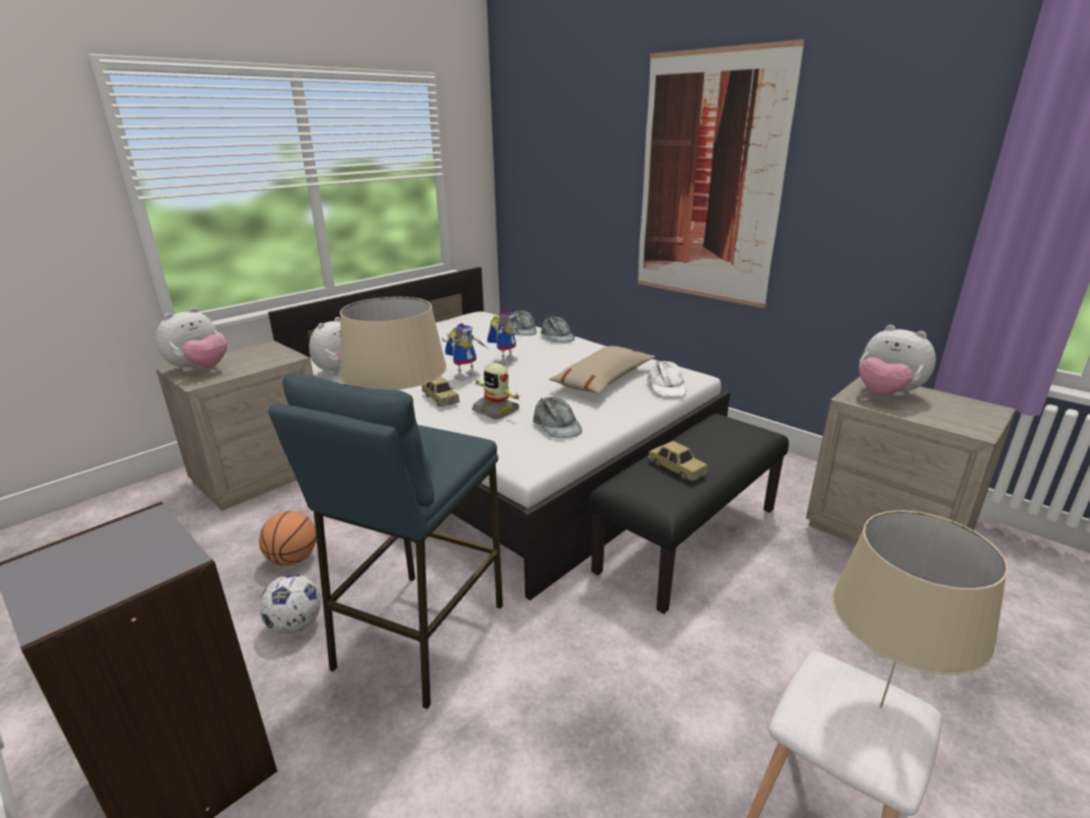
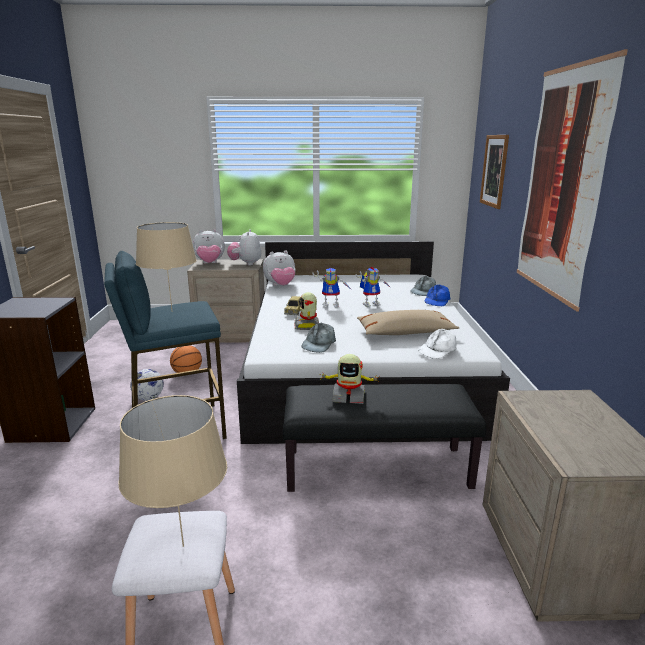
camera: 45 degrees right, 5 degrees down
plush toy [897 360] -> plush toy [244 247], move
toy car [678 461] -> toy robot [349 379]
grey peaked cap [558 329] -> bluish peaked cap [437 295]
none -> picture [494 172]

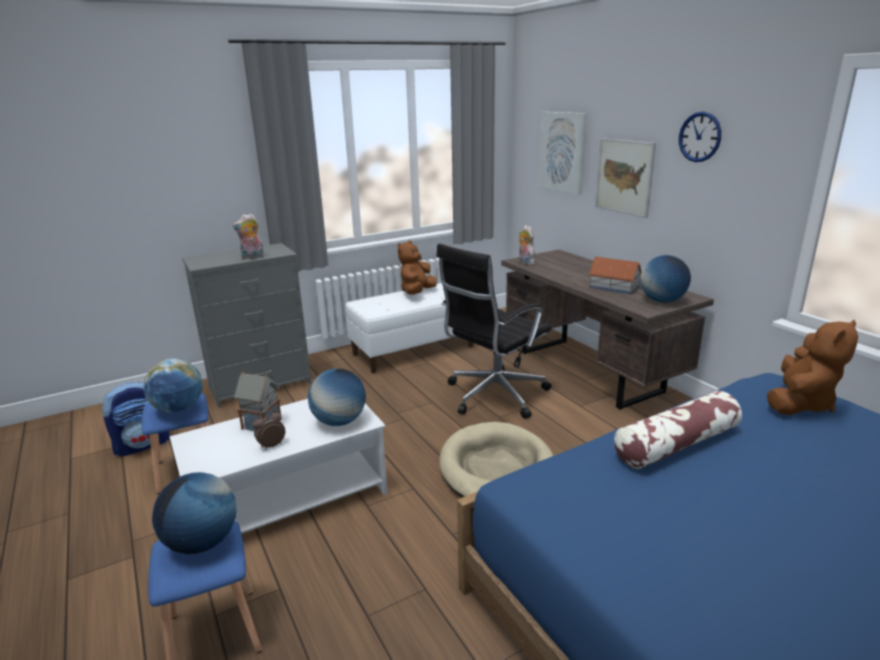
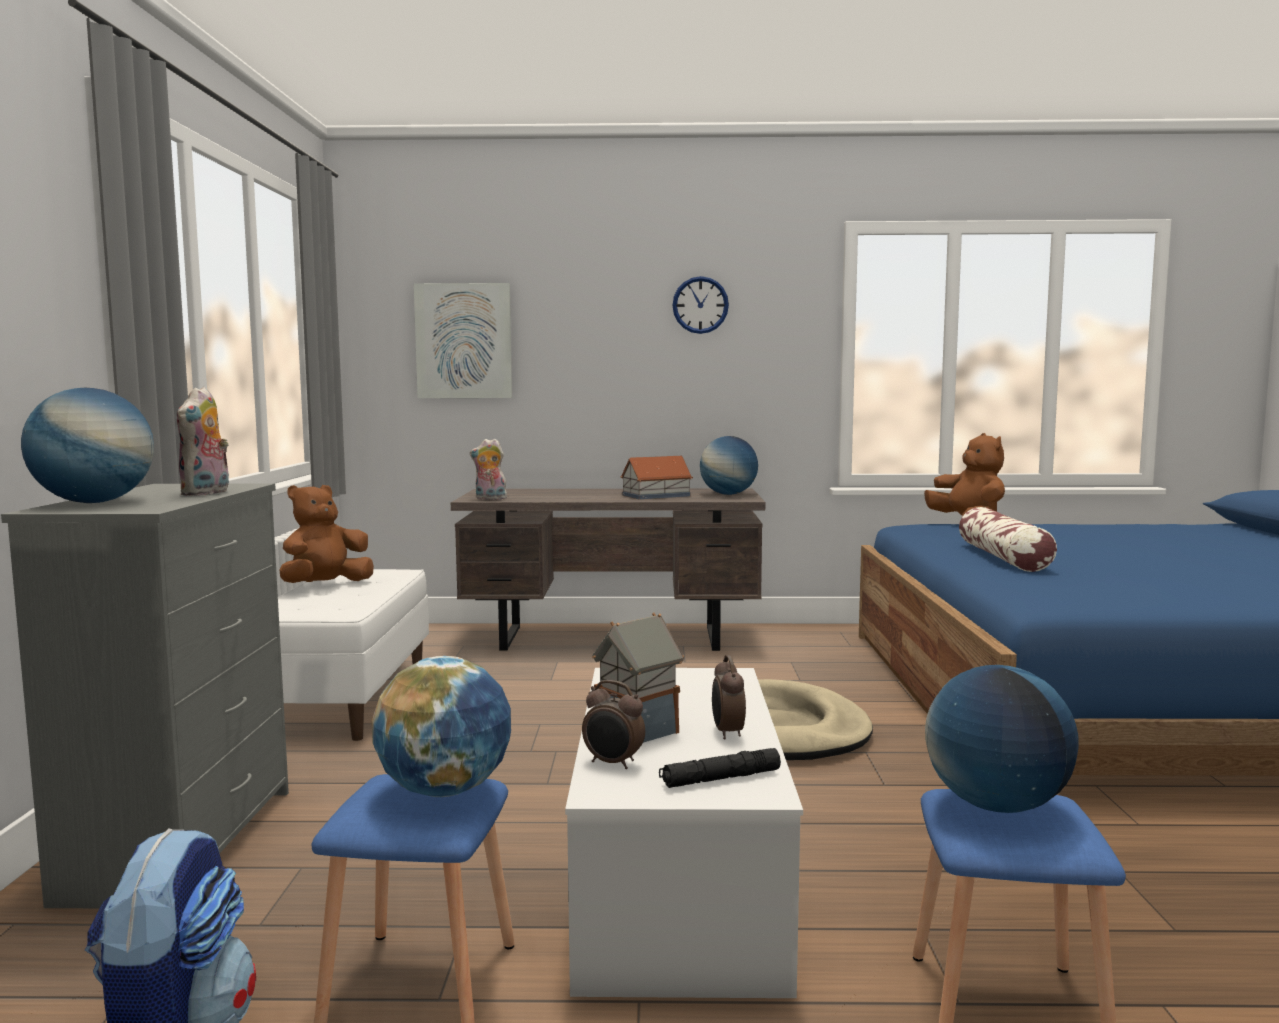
camera: 60 degrees left, 15 degrees down
desk globe [337 397] -> desk globe [87 445], move
brown plush toy [417 268] -> brown plush toy [326 534], 75 degrees clockwise
none -> alarm clock [613 724]
none -> black-coloured torch [720 768]
black-coloured office chair [493 331] -> none
picture [625 178] -> none

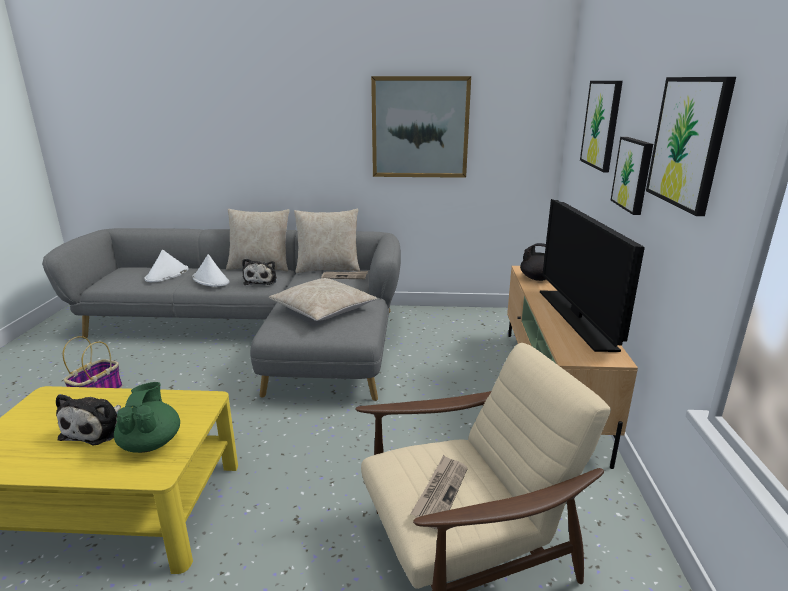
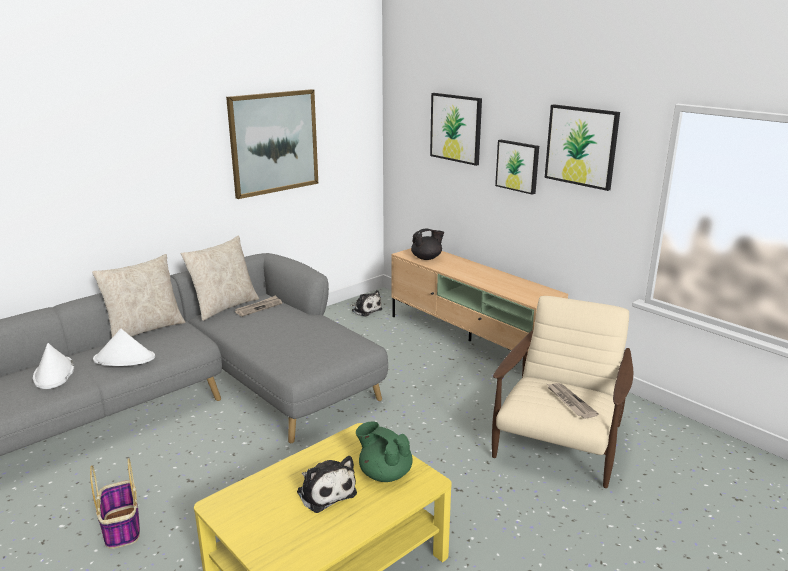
camera: 45 degrees left, 0 degrees up
plush toy [259 271] -> plush toy [366 303], move
beige throw pillow [323 299] -> none
TV [592 275] -> none

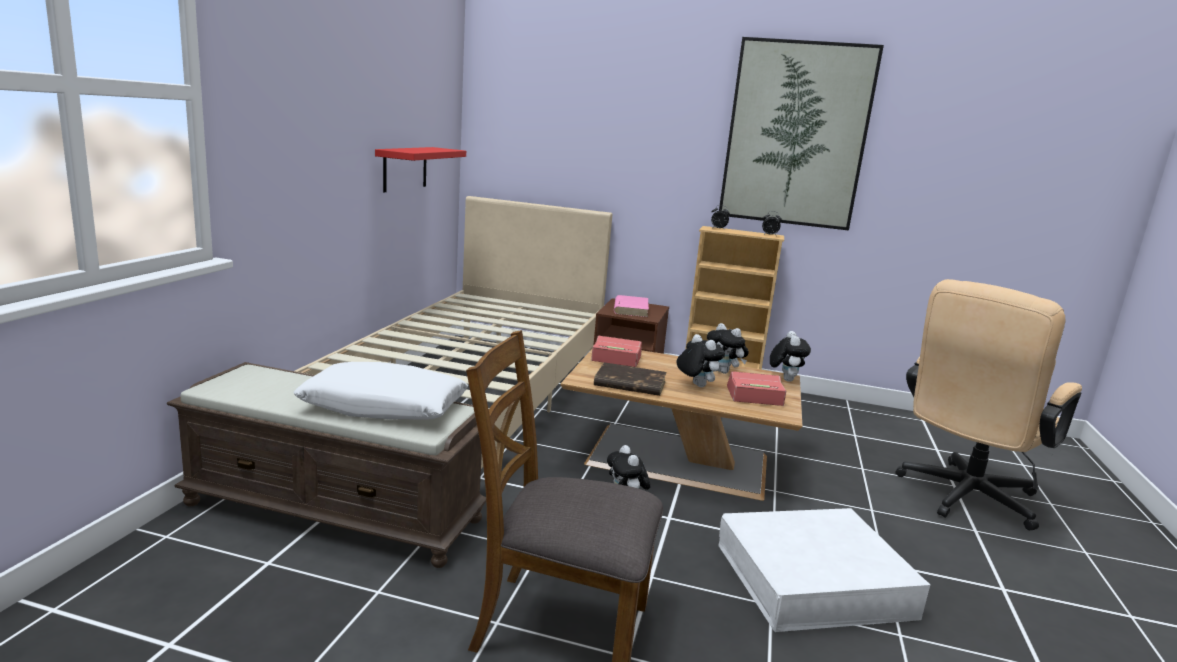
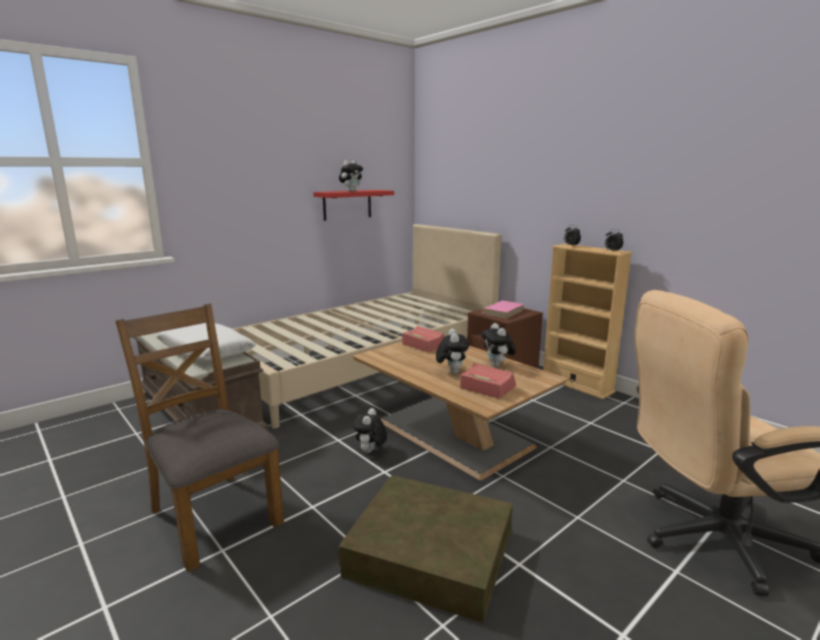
camera: 35 degrees right, 0 degrees up
whitish storage box [824 570] -> brown storage box [425 549]
plush toy [790 356] -> plush toy [351 176], move
brown book [630 379] -> none
picture [801 133] -> none

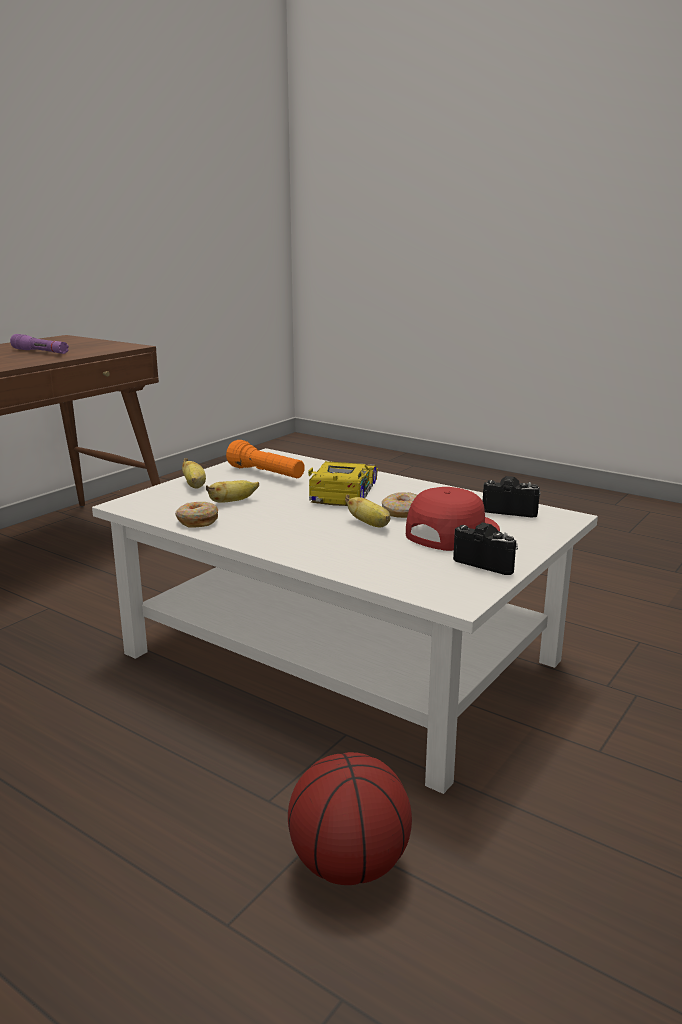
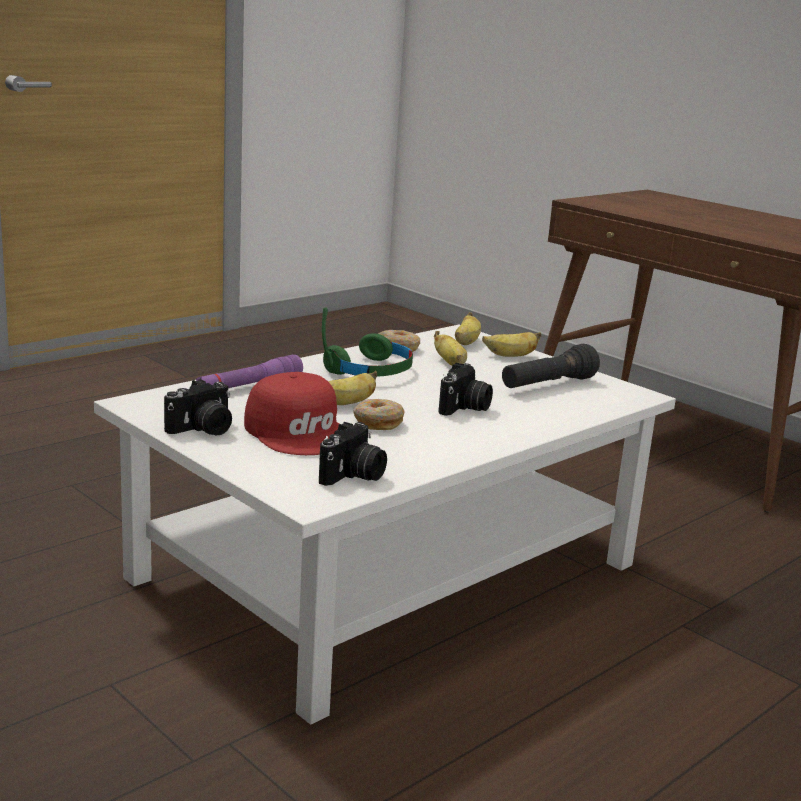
camera: 100 degrees right, 0 degrees up
purple torch [39 344] -> purple torch [249 371], move
none -> green-coloured headset [367 342]
toy car [343 483] -> photo camera [466 389]
none -> banana fruit [468 328]
orange-coloured torch [265 459] -> black-coloured torch [551 366]
basketball ball [350 818] -> none

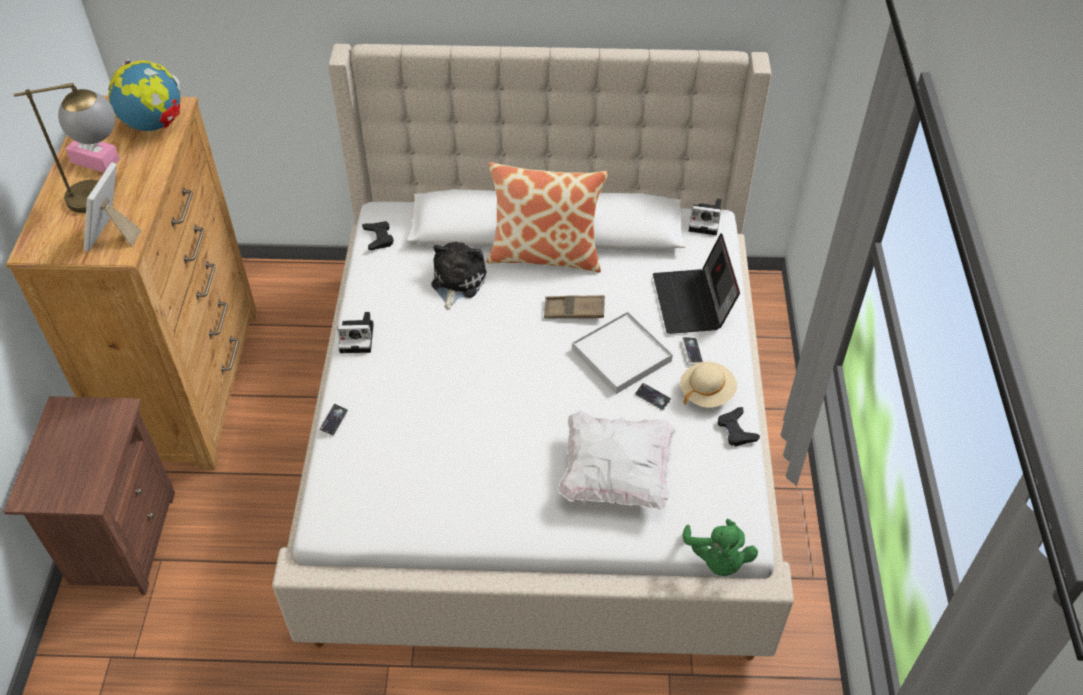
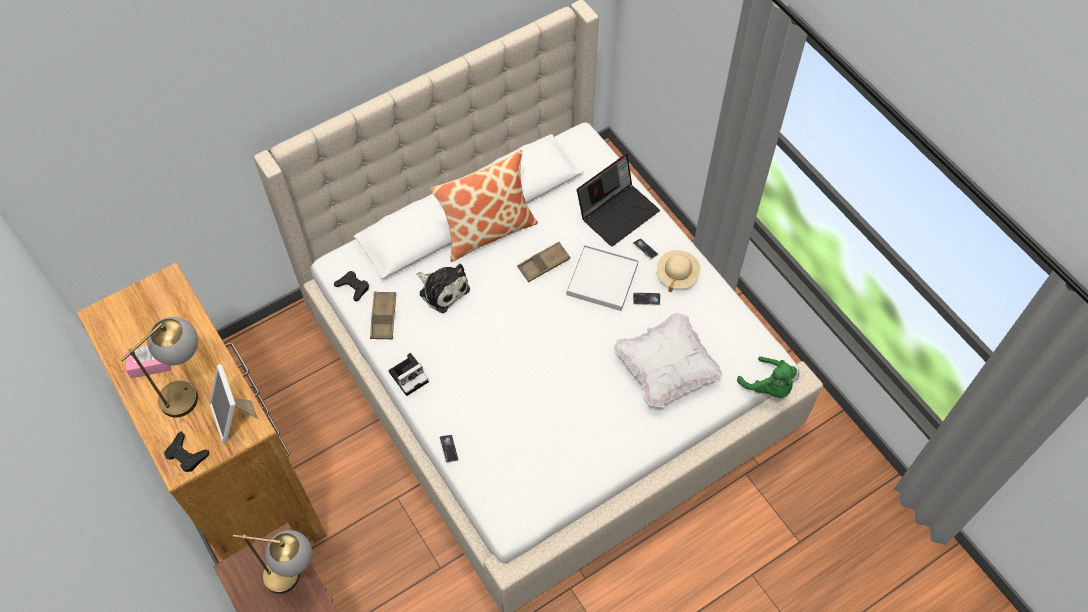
camera: 35 degrees left, 10 degrees up
black-coloured game controller [739 427] -> black-coloured game controller [186 451], move
none -> table lamp [272 562]
none -> brown serving tray [383 315]
plush toy [459 276] -> plush toy [443 288], 150 degrees clockwise
portable computer [696 283] -> portable computer [618 200], 90 degrees counterclockwise
desk globe [144 95] -> none
photo camera [705 216] -> none

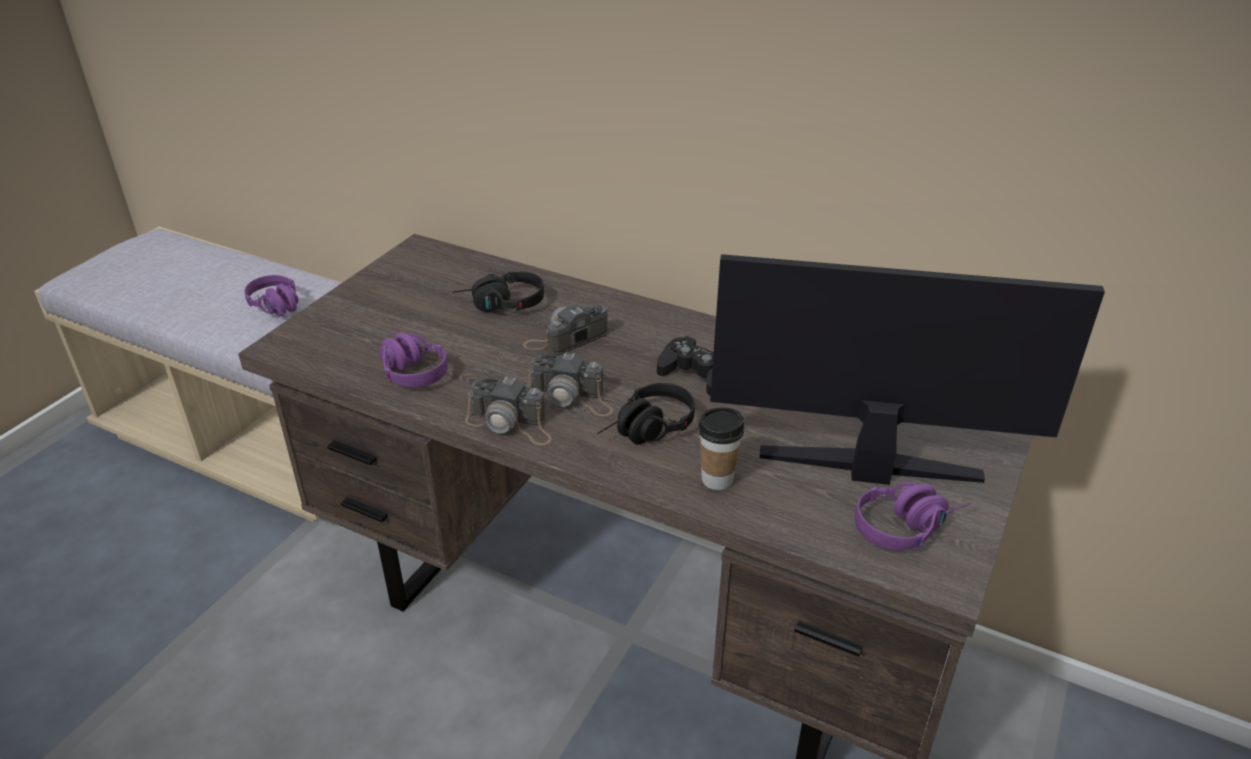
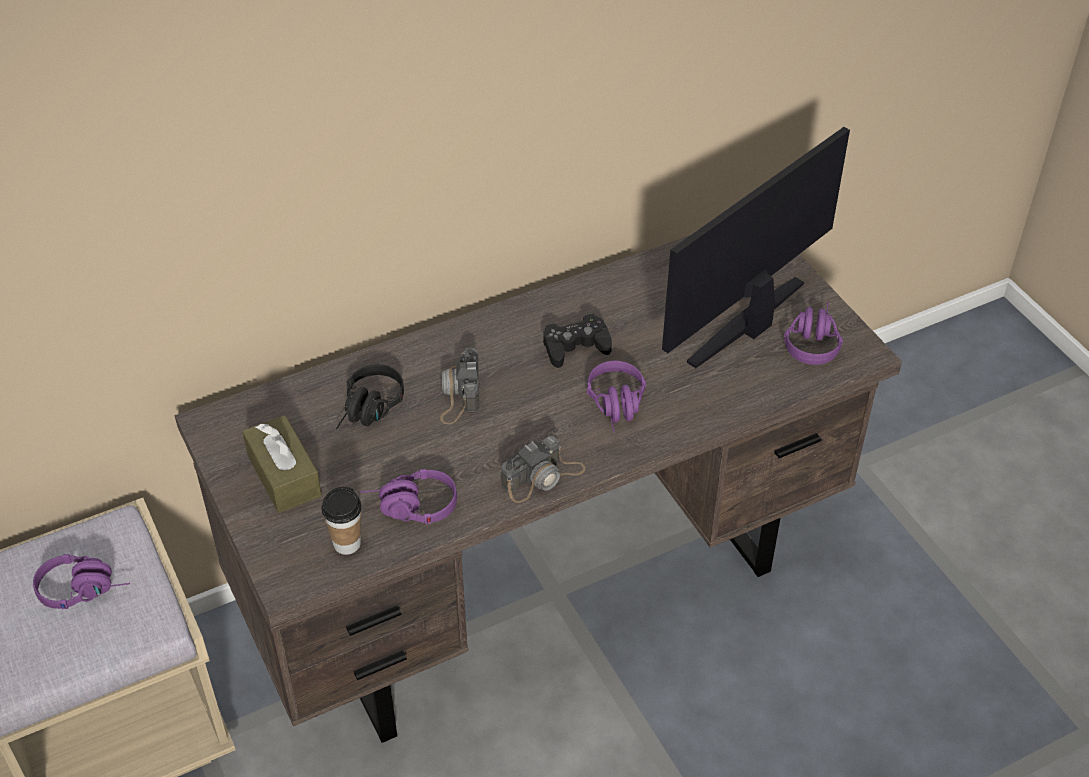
camera: 55 degrees left, 10 degrees up
none -> brown tissue holder [282 464]
cup [721 449] -> cup [341 521], move
black-coloured headset [646 414] -> purple headset [616 397]
photo camera [570 384] -> none

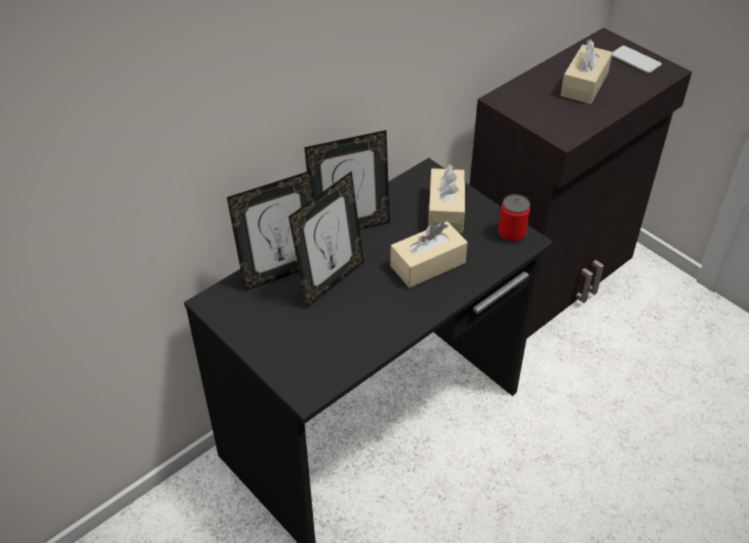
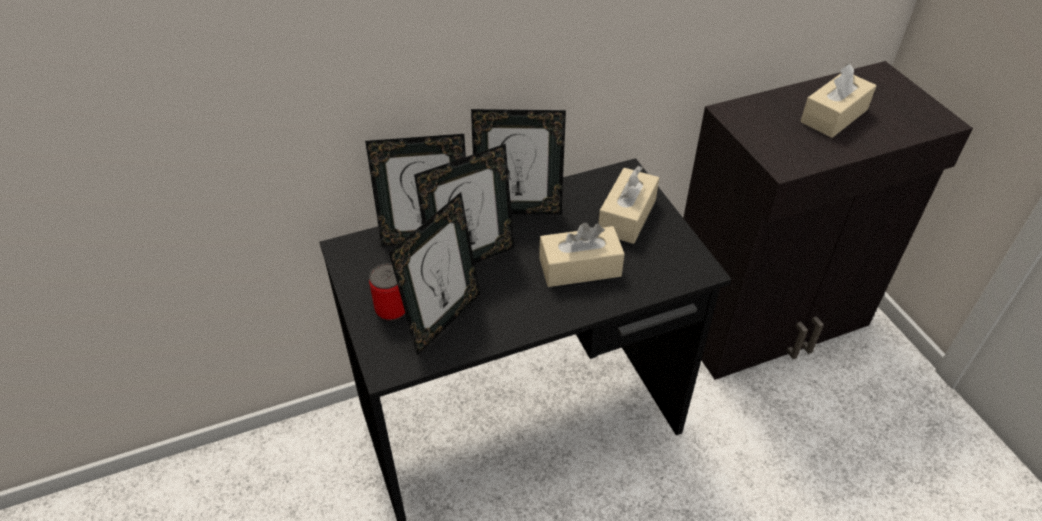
camera: 20 degrees right, 0 degrees up
can [515 218] -> can [387 292], move
none -> photo frame [434 274]
telephone [637 59] -> none

